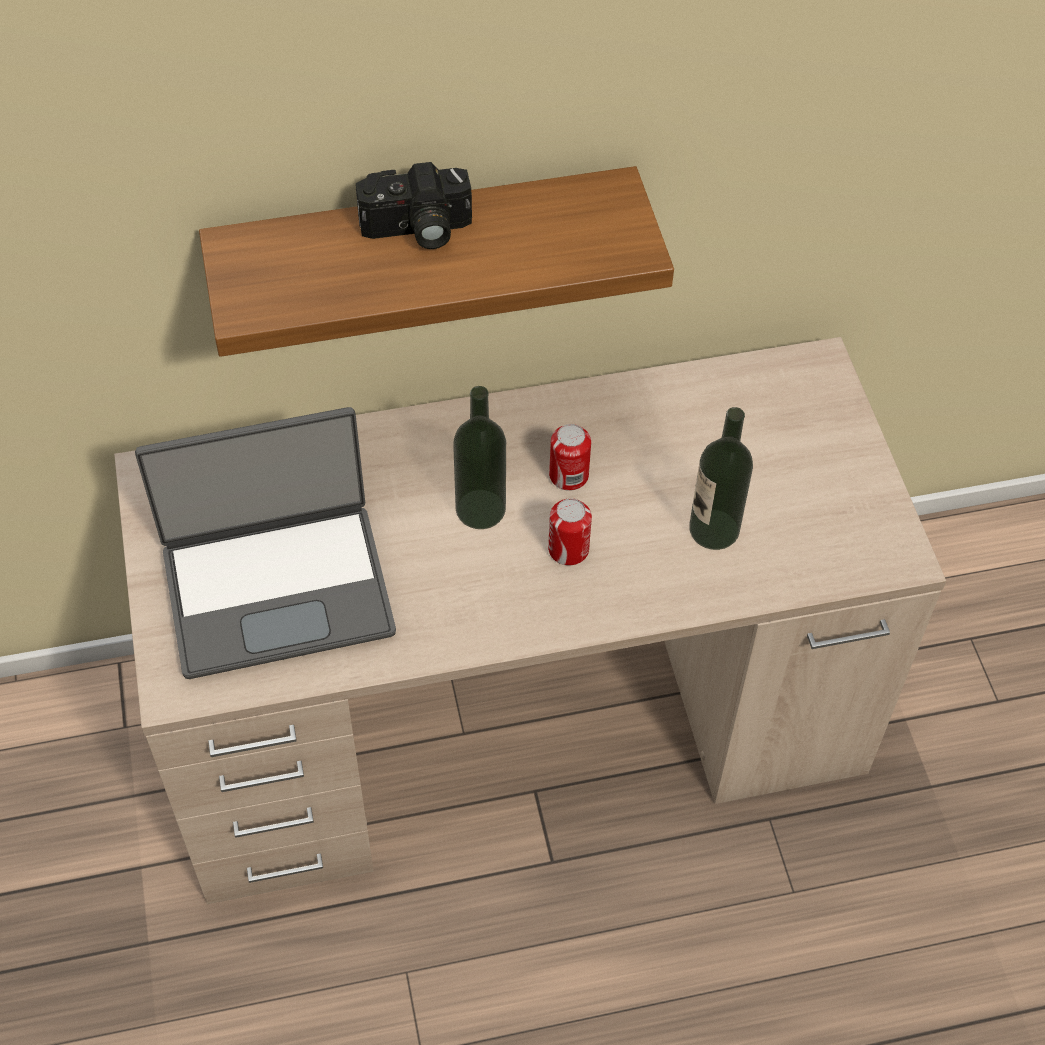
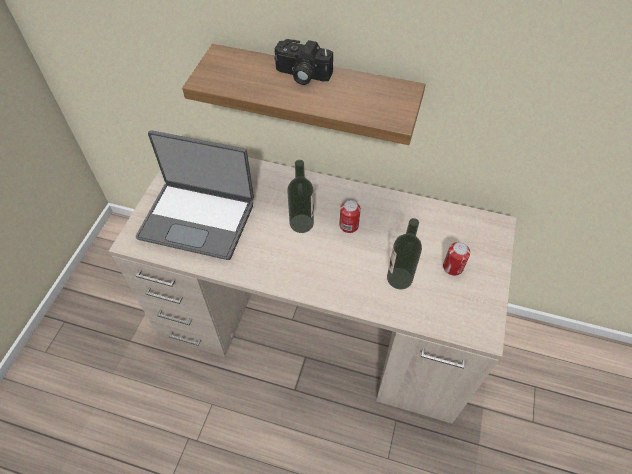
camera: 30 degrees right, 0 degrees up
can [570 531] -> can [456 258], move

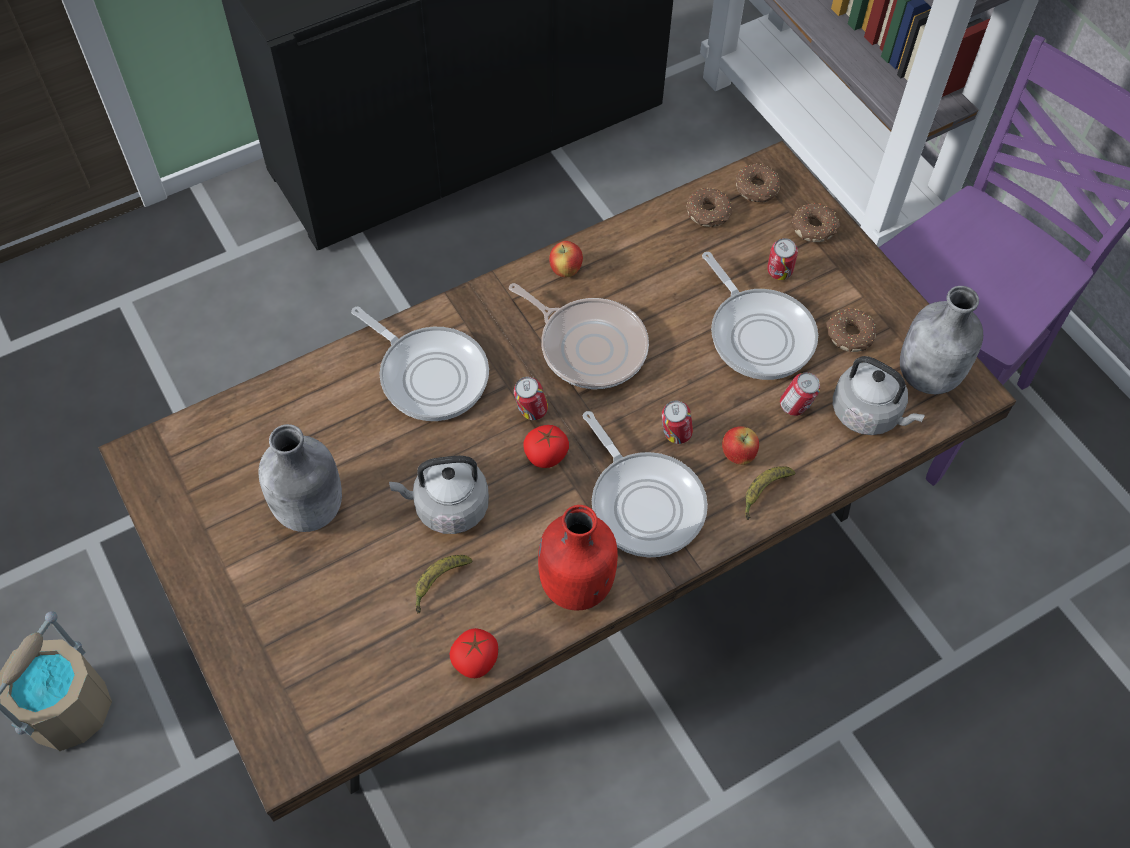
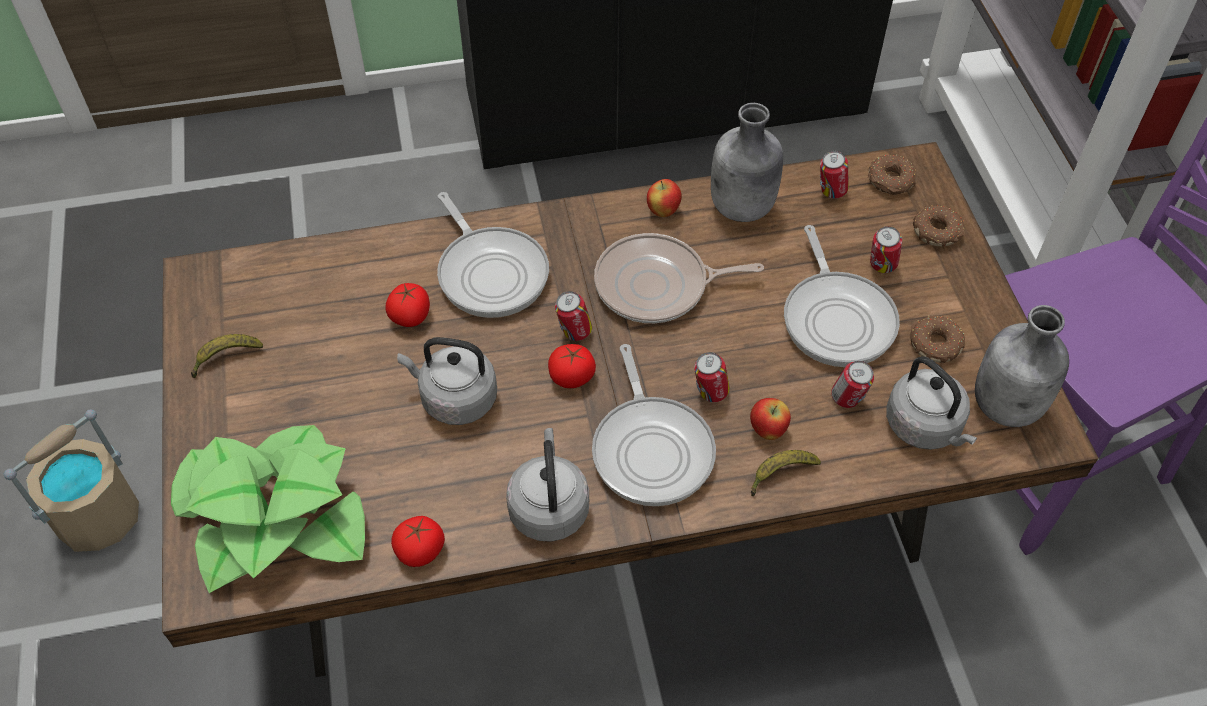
camera: 20 degrees right, 5 degrees down
none -> plant in a pot [268 509]
banana fruit [443 584] -> banana fruit [227 356], move
none -> tomato [408 305]
red-coloured beverage bottle [578 558] -> grey water kettle [547 485]
frying pan [579 336] -> frying pan [679 278], 120 degrees clockwise
grey beverage bottle [300 478] -> grey beverage bottle [747 162], move
ring doughnut [709 207] -> can [834 175]

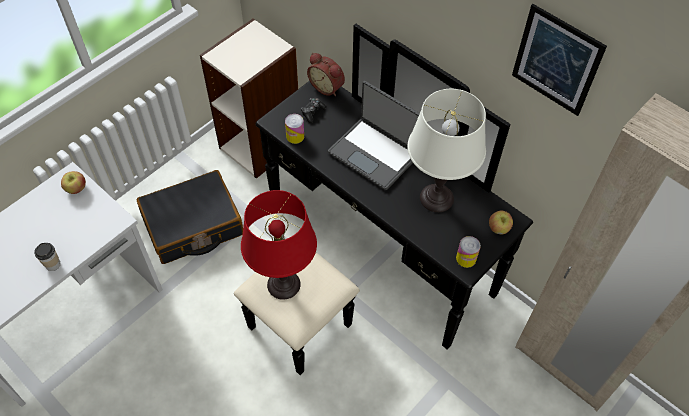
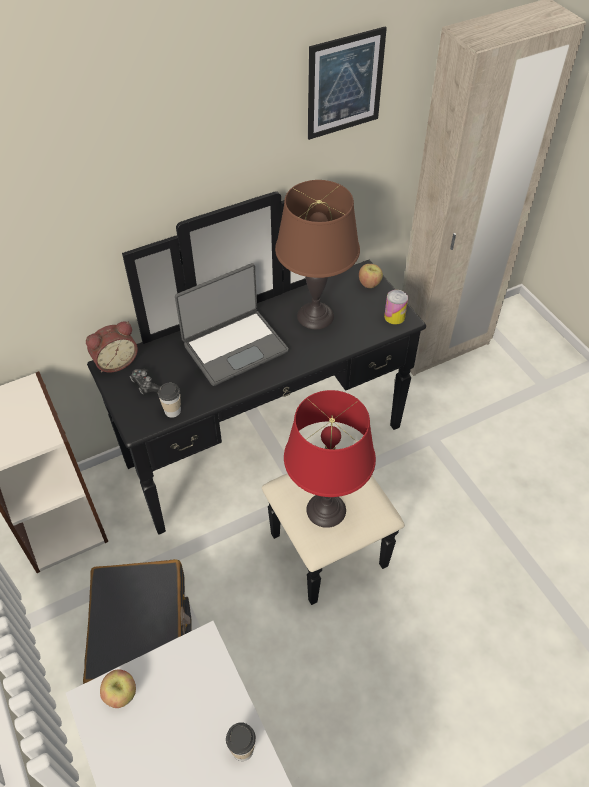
camera: 70 degrees left, 5 degrees down
can [294 129] -> cup [169 400]
whitish table lamp [446 150] -> brown table lamp [317 254]

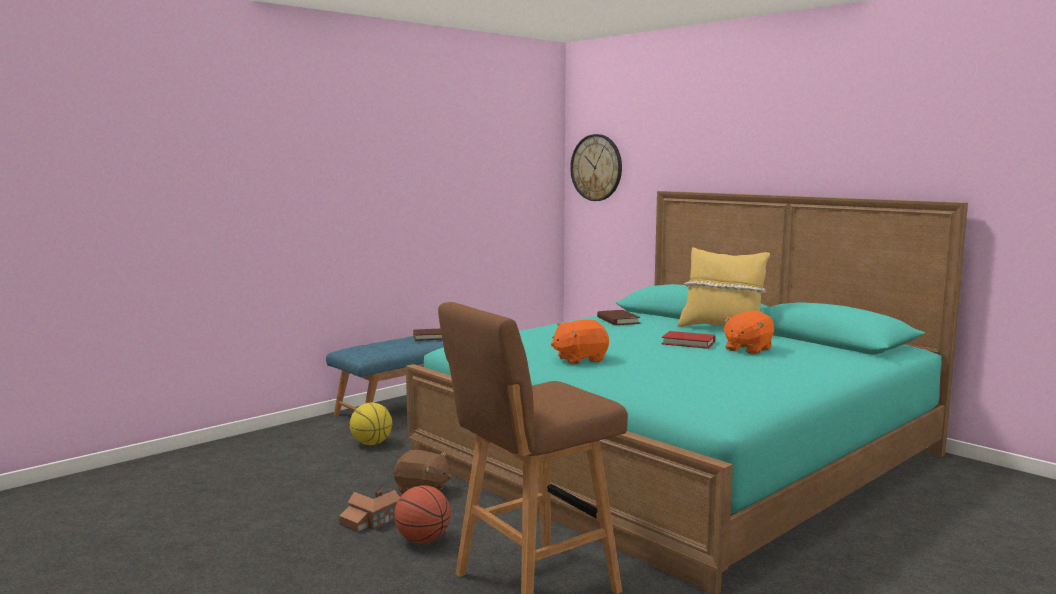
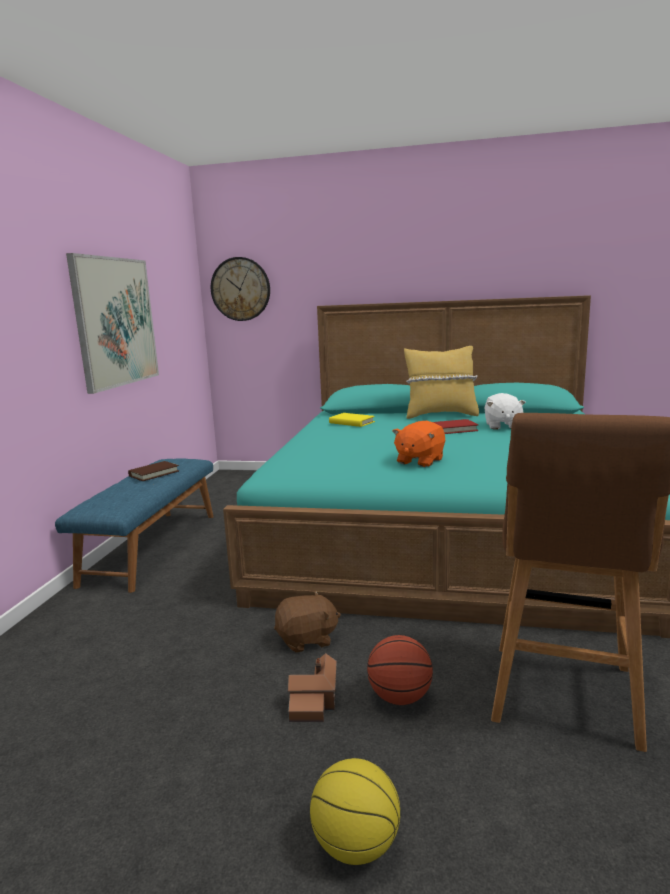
camera: 35 degrees left, 5 degrees up
none -> picture [112 323]
basketball ball [371 424] -> basketball ball [355 811], move
brown book [618 317] -> yellow-coloured book [352 420]
orange-coloured plush toy [748 333] -> whitish plush toy [505 411]

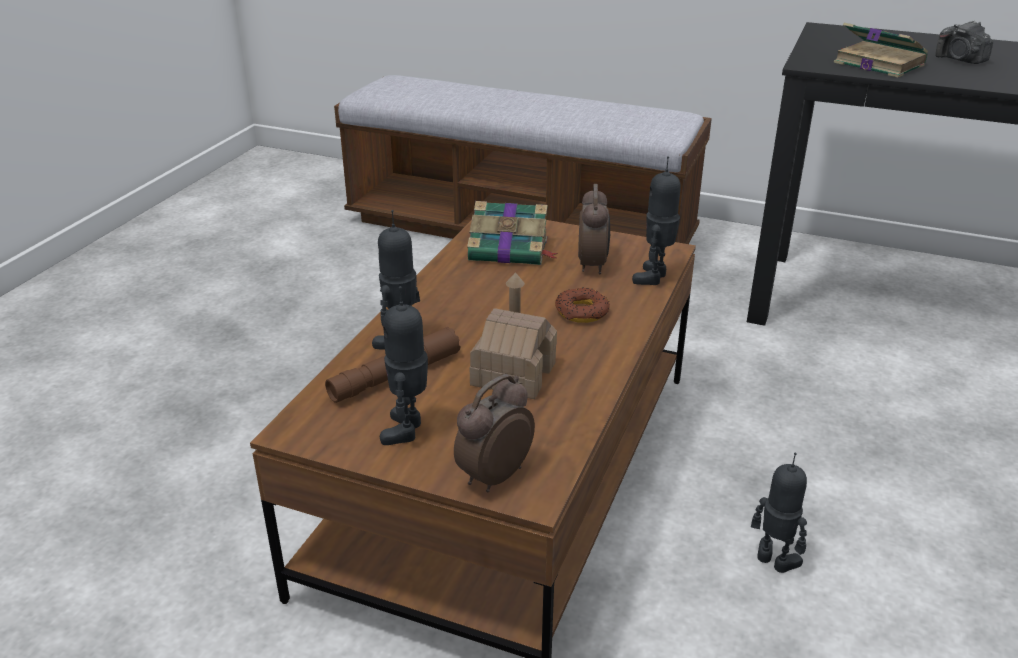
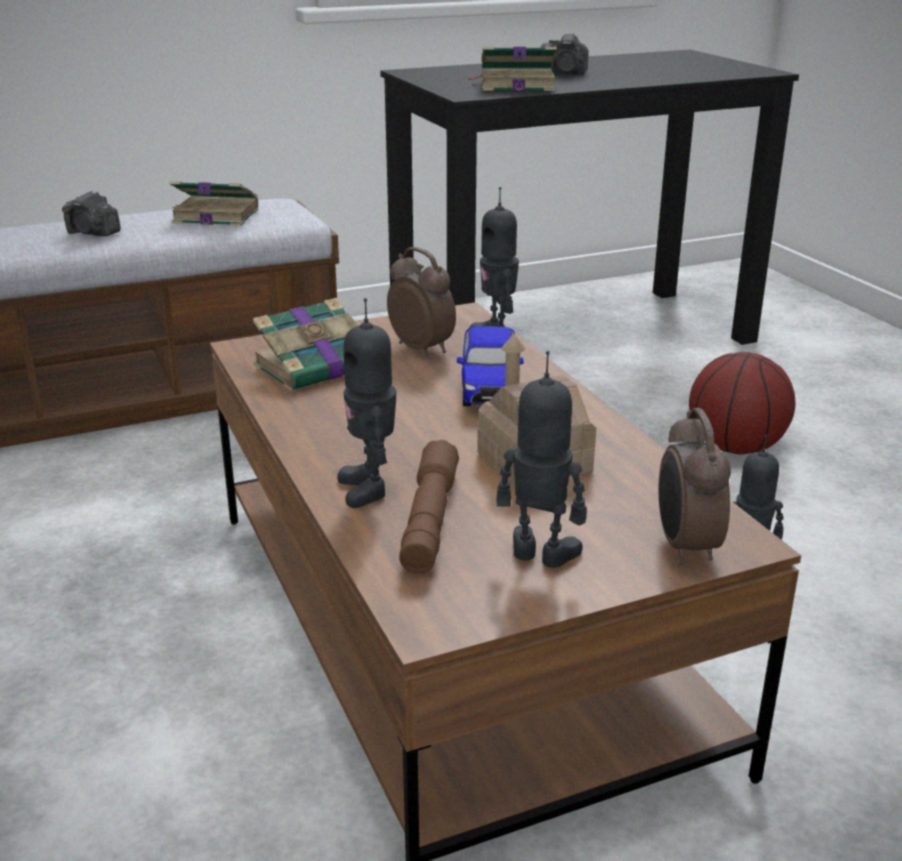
camera: 45 degrees left, 5 degrees down
none -> photo camera [91 213]
none -> book [213 203]
ring doughnut [582 305] -> toy car [490 366]
toy robot [404 365] -> toy robot [542 459], 150 degrees clockwise
none -> basketball ball [742 403]

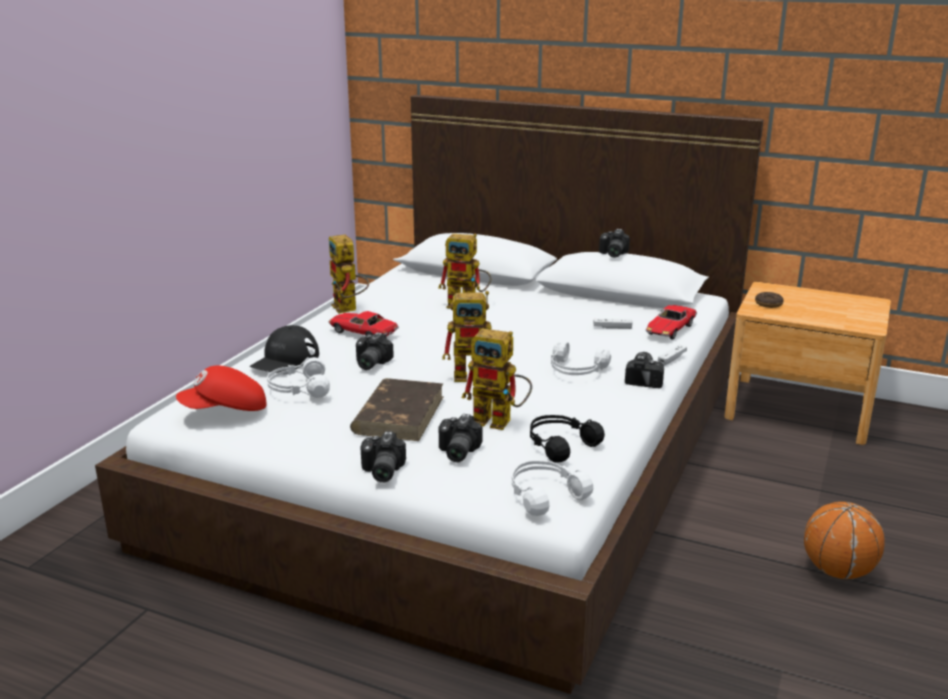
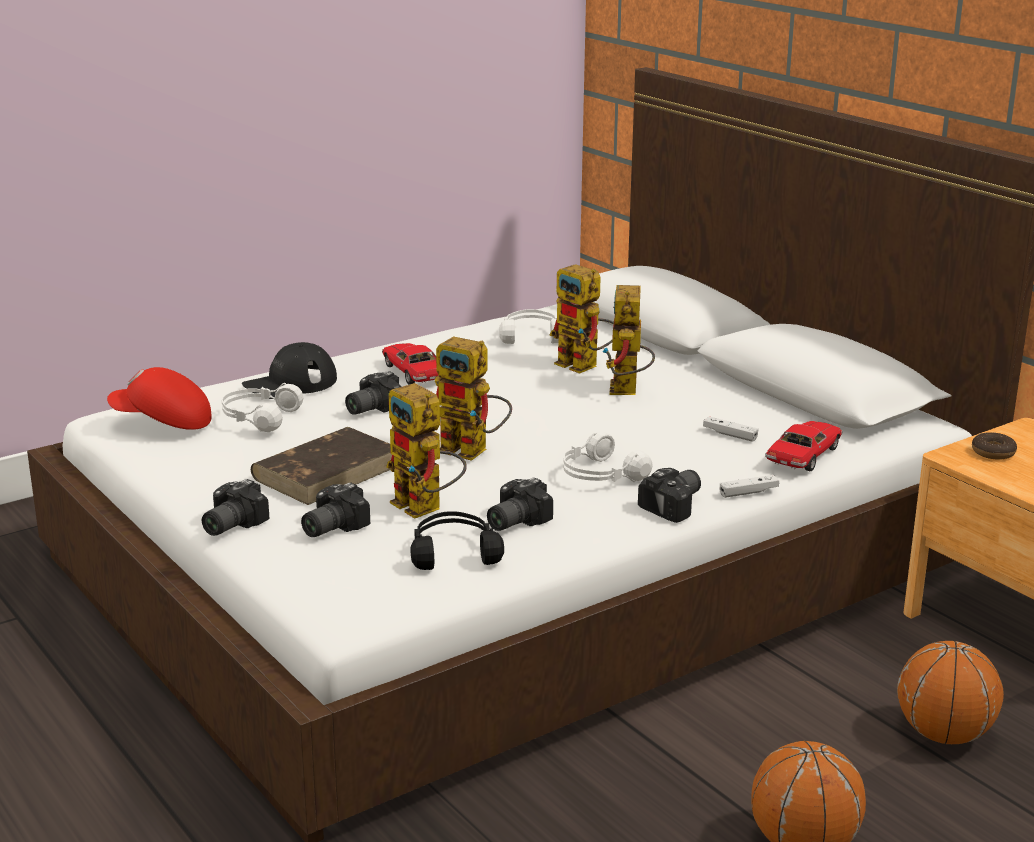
camera: 30 degrees right, 0 degrees up
photo camera [614 243] -> photo camera [520 504], move
whitish headset [552 488] -> whitish headset [529 326], move
toy robot [349 273] -> toy robot [629 340], move
toy car [671 322] -> toy car [804 446], 150 degrees clockwise
none -> basketball ball [950 692]

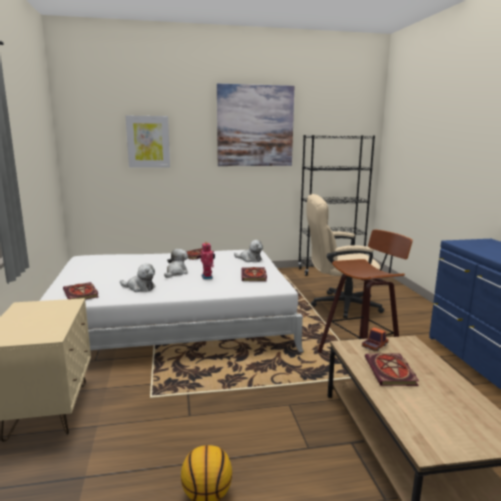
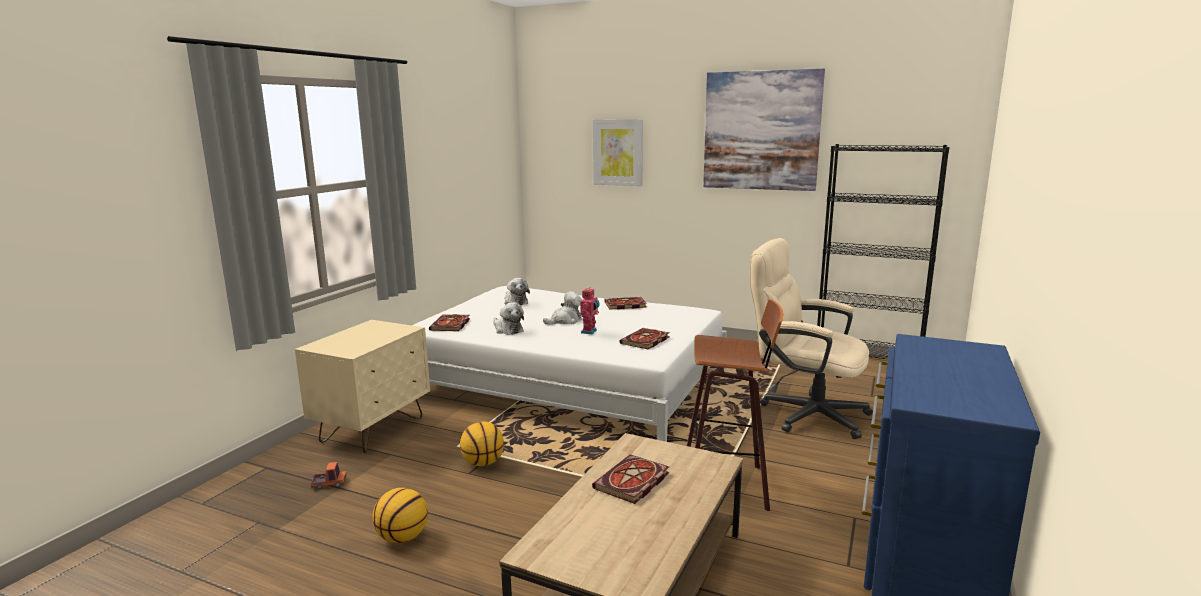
camera: 35 degrees right, 0 degrees up
toy lorry [375 339] -> toy lorry [329 475], move
none -> basketball ball [482 444]
plush toy [248 251] -> plush toy [517 291], move

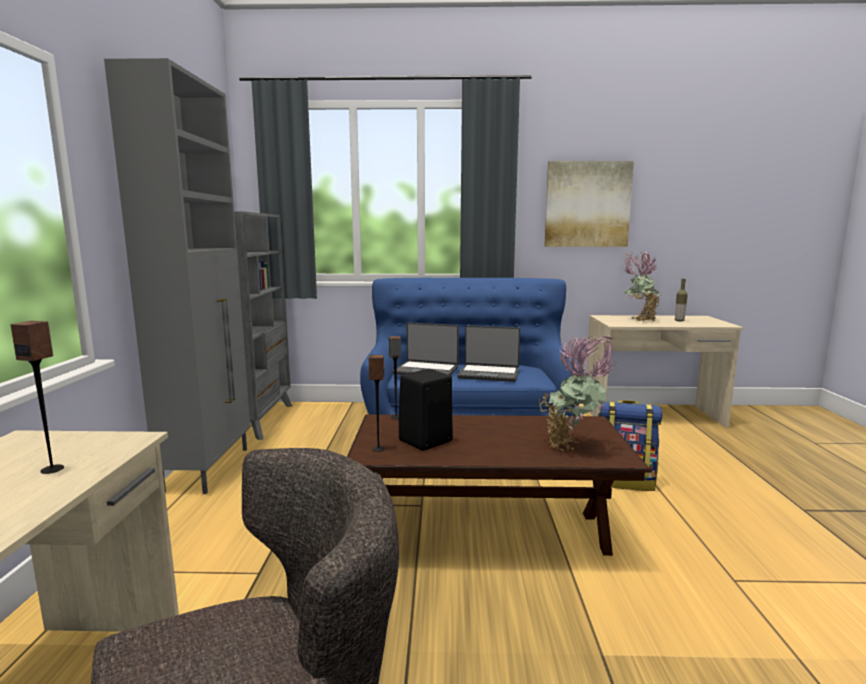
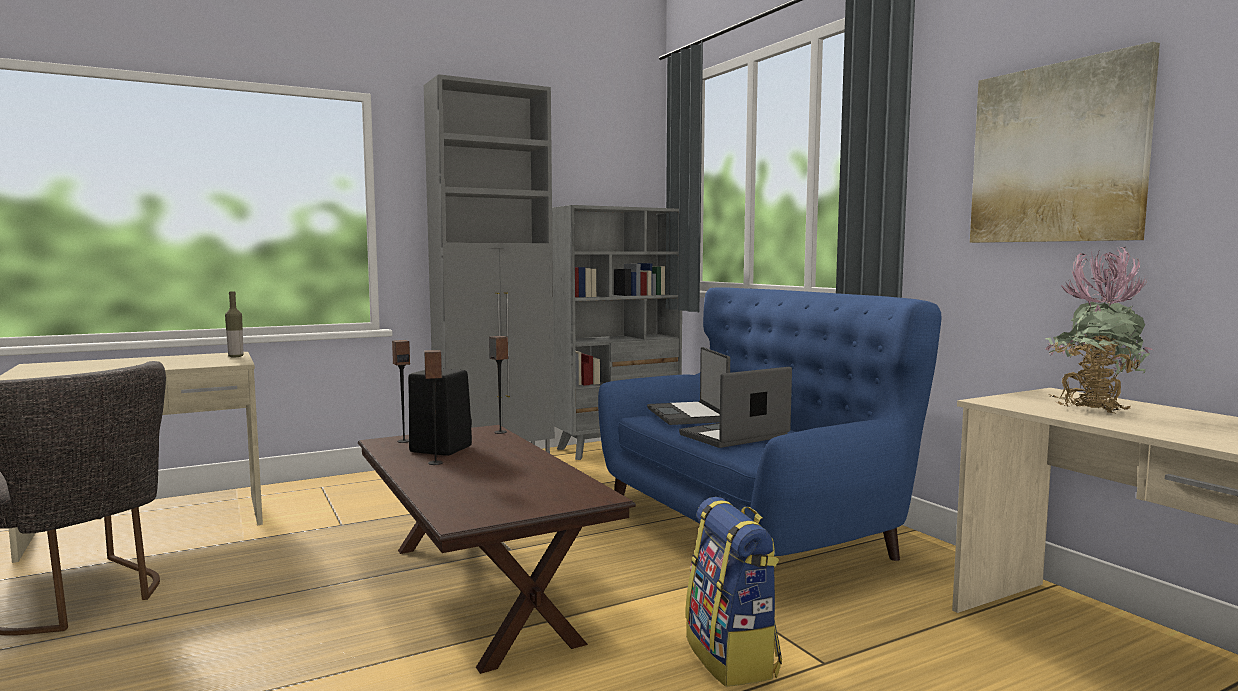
camera: 60 degrees right, 5 degrees down
beverage bottle [681 300] -> beverage bottle [234 324], move
loudspeaker [37 397] -> loudspeaker [433 407], move
portable computer [488 353] -> portable computer [735 407], 75 degrees clockwise
plant in a pot [578 392] -> none

